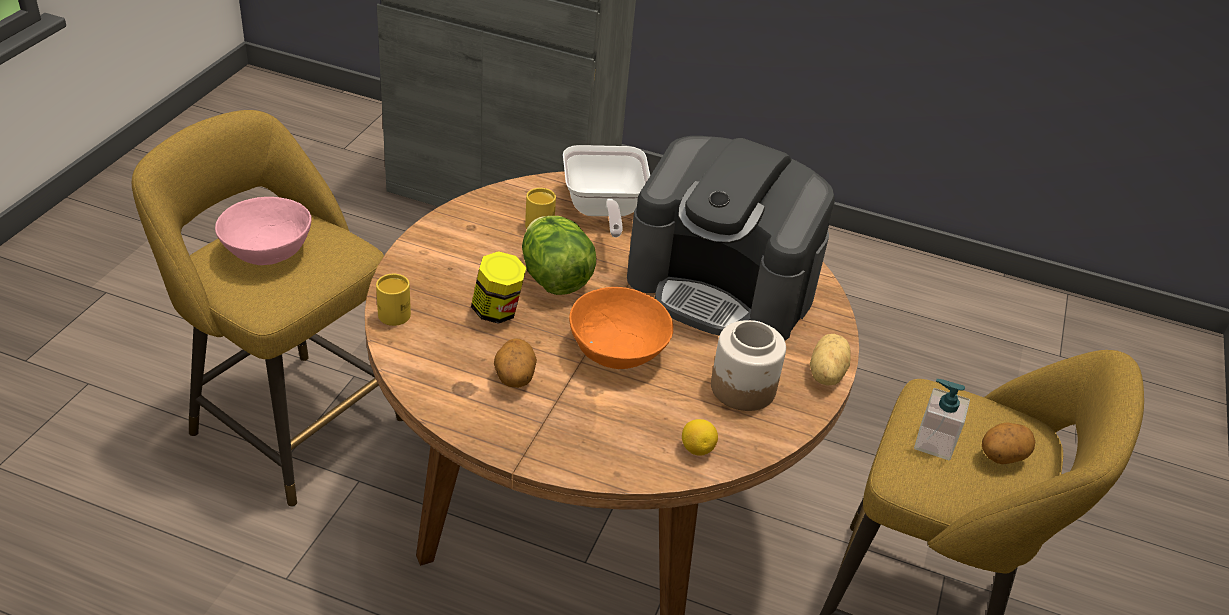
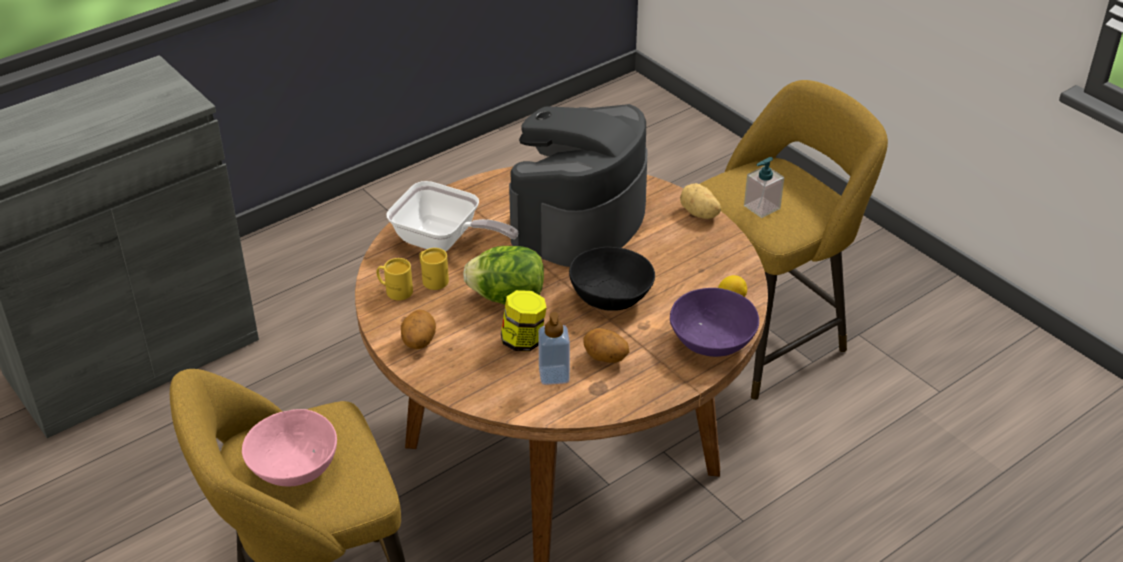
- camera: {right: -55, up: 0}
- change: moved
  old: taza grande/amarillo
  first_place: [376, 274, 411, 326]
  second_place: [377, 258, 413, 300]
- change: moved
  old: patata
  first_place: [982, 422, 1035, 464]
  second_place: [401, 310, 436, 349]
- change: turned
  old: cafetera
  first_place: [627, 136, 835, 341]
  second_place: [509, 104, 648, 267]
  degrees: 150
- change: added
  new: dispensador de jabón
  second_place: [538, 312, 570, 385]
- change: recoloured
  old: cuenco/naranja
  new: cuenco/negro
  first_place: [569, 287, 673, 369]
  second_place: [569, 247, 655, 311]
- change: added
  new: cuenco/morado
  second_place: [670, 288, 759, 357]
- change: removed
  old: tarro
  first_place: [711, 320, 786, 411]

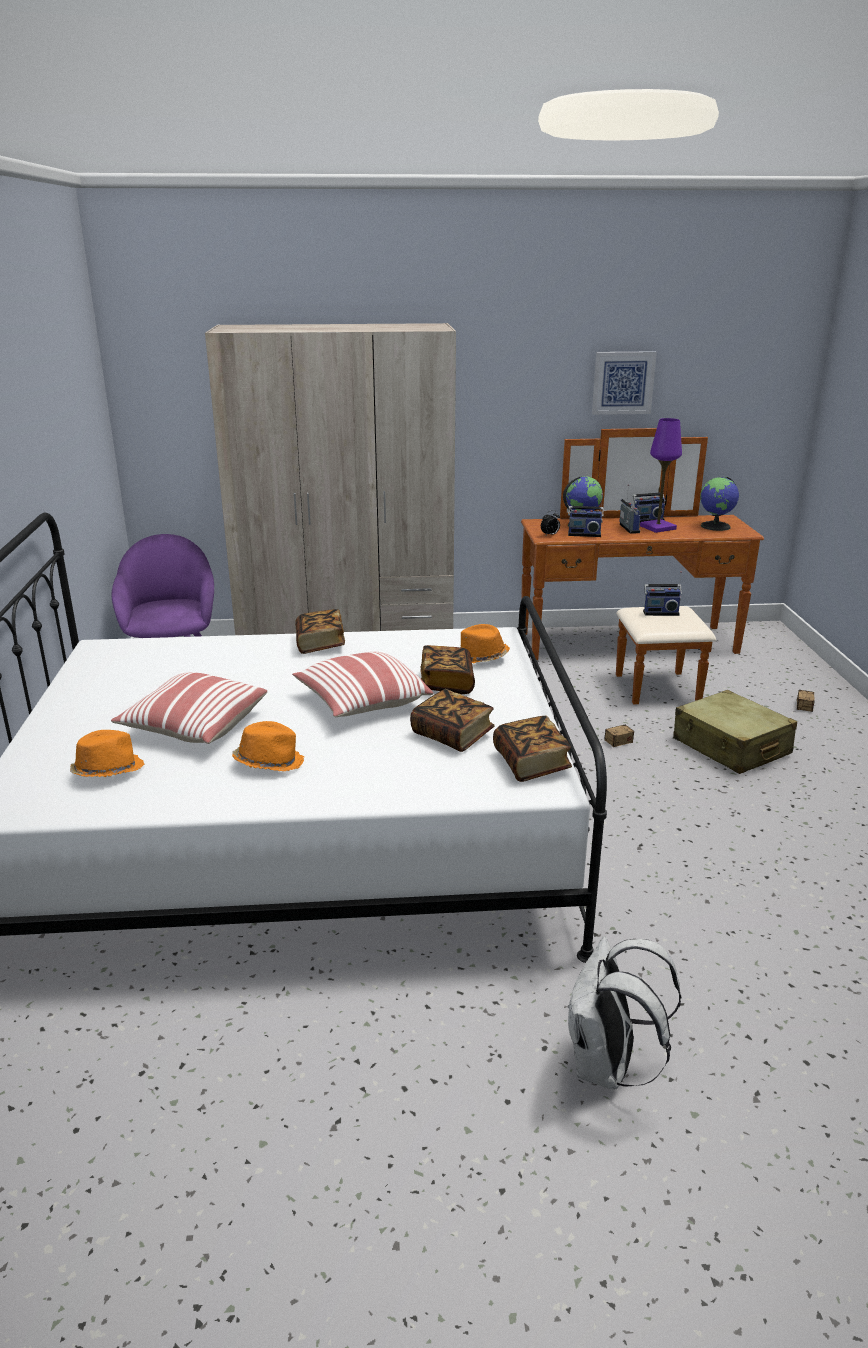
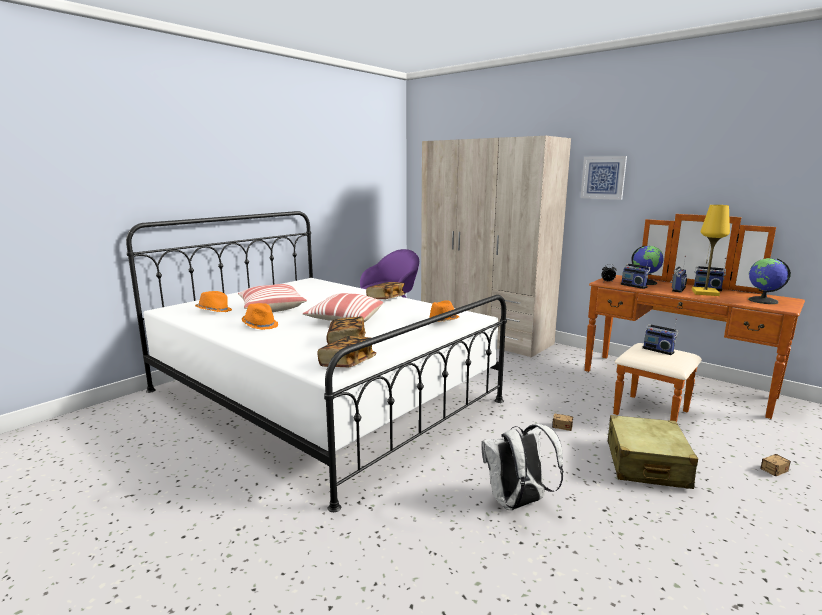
- camera: {right: 45, up: -10}
- change: moved
  old: mochila/blanco
  first_place: [567, 936, 682, 1090]
  second_place: [481, 424, 564, 510]
- change: moved
  old: cuadro
  first_place: [592, 351, 657, 415]
  second_place: [581, 156, 627, 200]
- change: recoloured
  old: lámpara de mesa/morado
  new: lámpara de mesa/amarillo
  first_place: [640, 418, 682, 533]
  second_place: [692, 205, 730, 296]
- change: removed
  old: libro
  first_place: [420, 645, 475, 694]

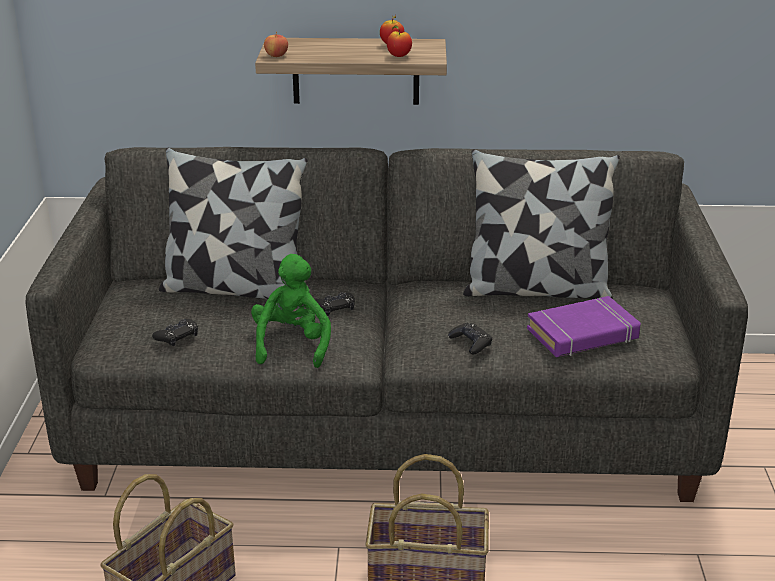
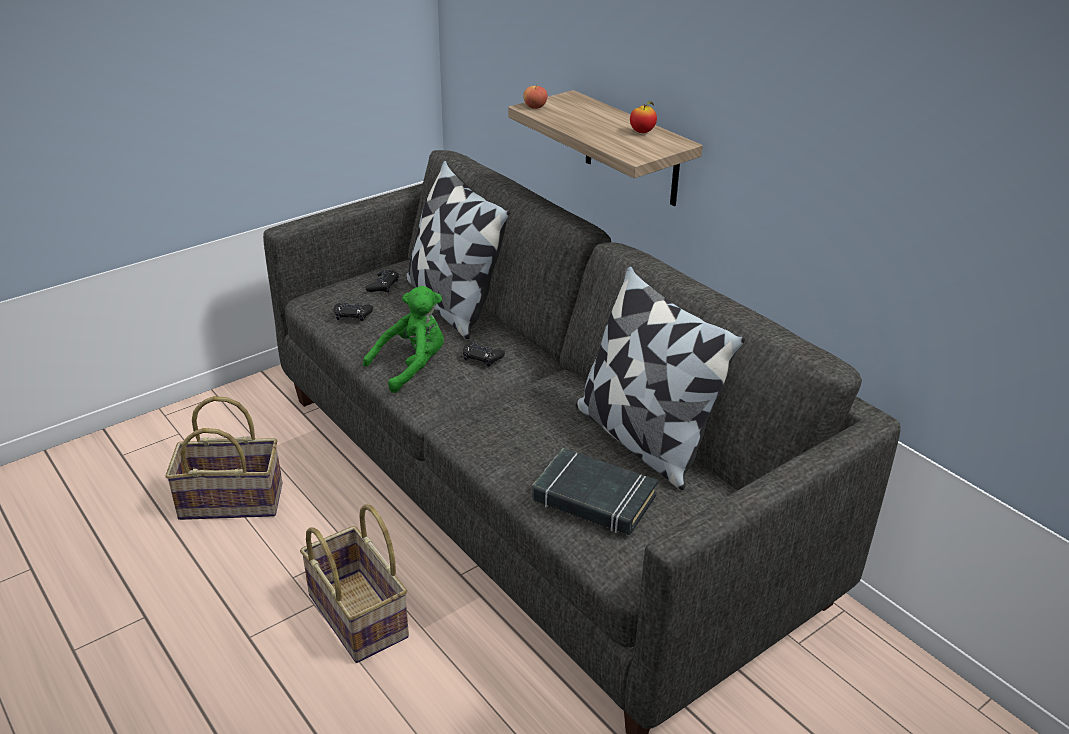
- camera: {right: 50, up: 5}
- change: moved
  old: mando de consola/negro
  first_place: [448, 323, 492, 355]
  second_place: [365, 270, 399, 293]
- change: recoloured
  old: libro/morado
  new: libro/negro
  first_place: [527, 296, 641, 357]
  second_place: [532, 448, 658, 535]
- change: removed
  old: manzana
  first_place: [387, 25, 412, 57]

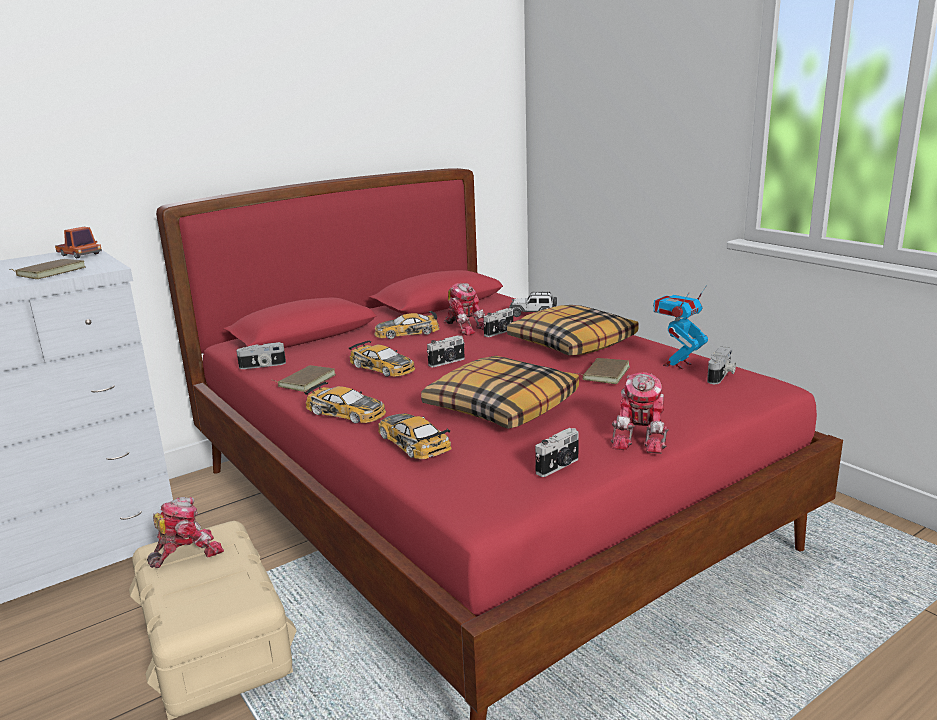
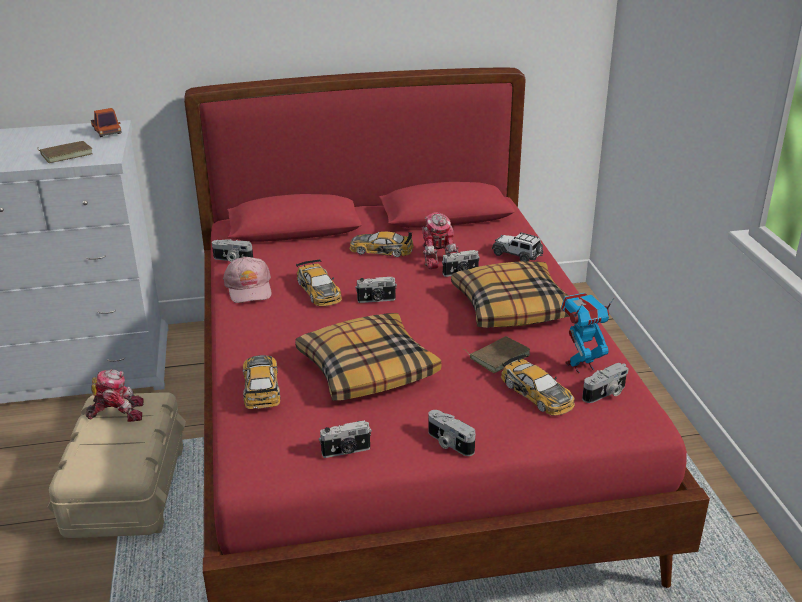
- camera: {right: 25, up: 10}
- change: replaced
  old: libro/marrón
  new: gorra/rosa
  first_place: [274, 365, 336, 392]
  second_place: [223, 257, 271, 303]
- change: replaced
  old: robot de juguete
  new: cámara
  first_place: [611, 372, 669, 454]
  second_place: [428, 410, 475, 456]
- change: moved
  old: coche de juguete
  first_place: [304, 382, 386, 423]
  second_place: [501, 354, 575, 416]

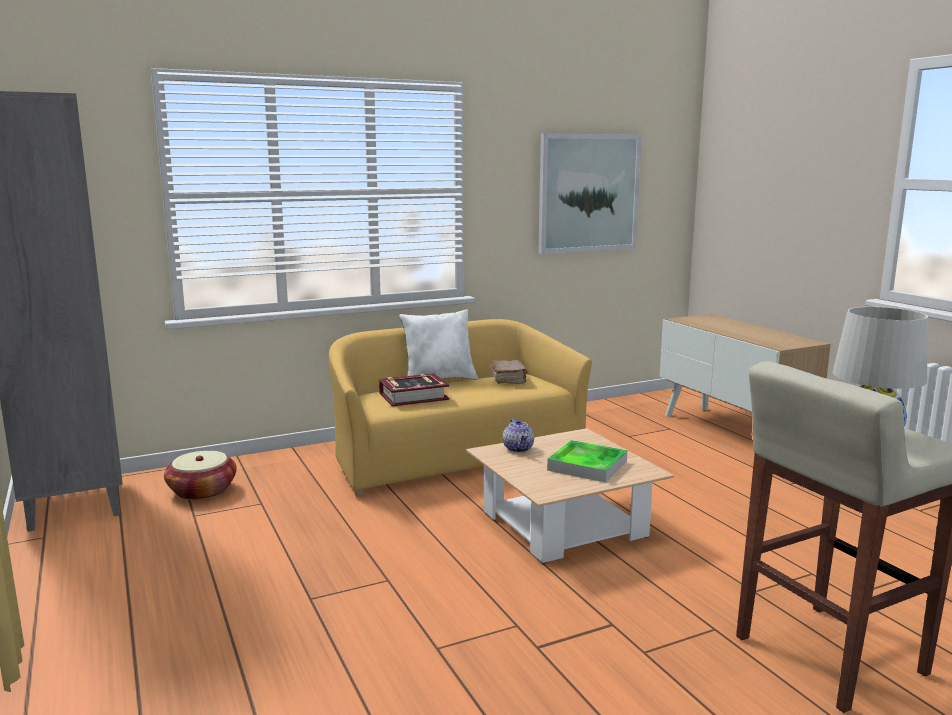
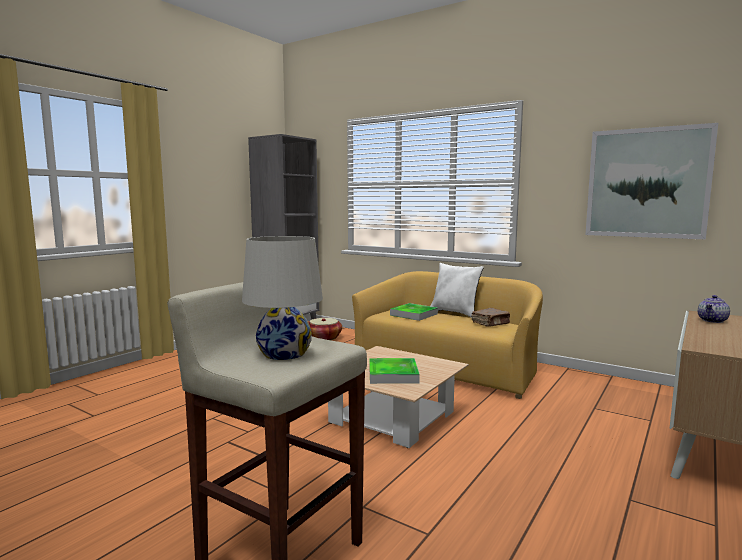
- camera: {right: 60, up: -5}
- change: replaced
  old: libro
  new: bandeja
  first_place: [379, 373, 449, 406]
  second_place: [390, 303, 438, 321]
- change: moved
  old: tetera
  first_place: [503, 419, 534, 453]
  second_place: [698, 295, 730, 323]

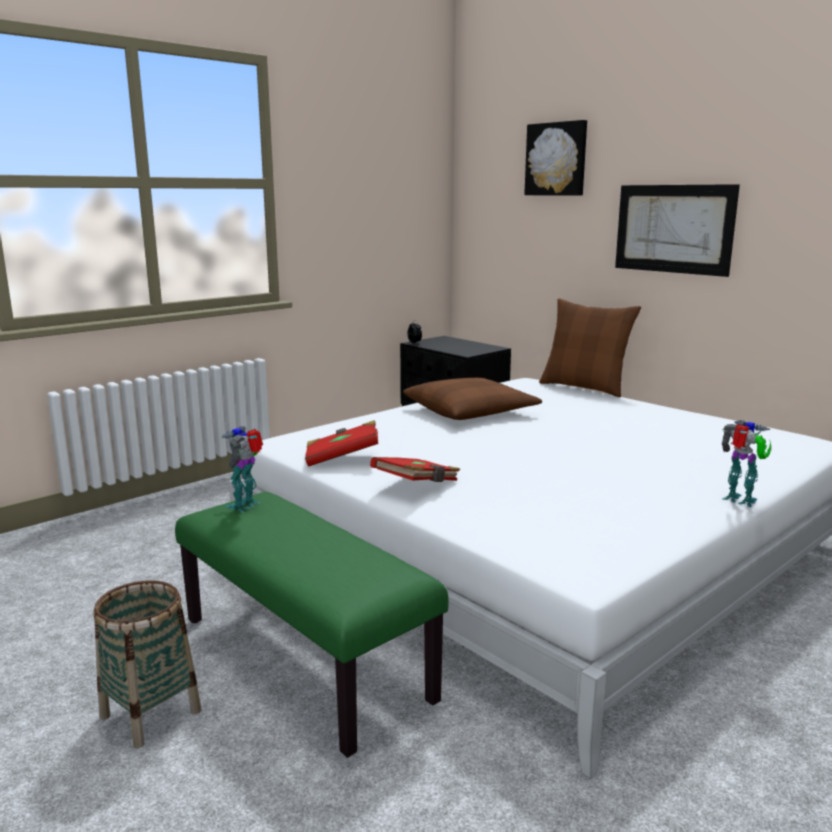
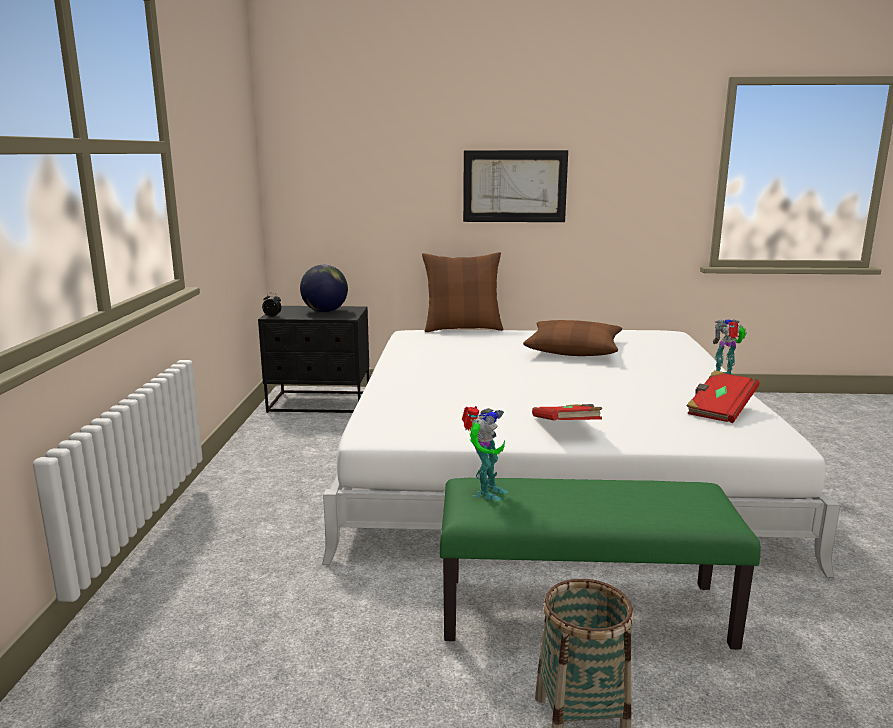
- camera: {right: -45, up: 0}
- change: added
  new: globo terráqueo
  second_place: [300, 265, 348, 312]
- change: turned
  old: robot de juguete
  first_place: [222, 426, 263, 513]
  second_place: [462, 406, 508, 501]
  degrees: -135
- change: moved
  old: cojín/marrón
  first_place: [403, 378, 542, 420]
  second_place: [523, 320, 622, 356]
- change: moved
  old: libro/rojo
  first_place: [305, 420, 378, 467]
  second_place: [686, 370, 759, 423]
- change: removed
  old: cuadro
  first_place: [524, 120, 587, 196]

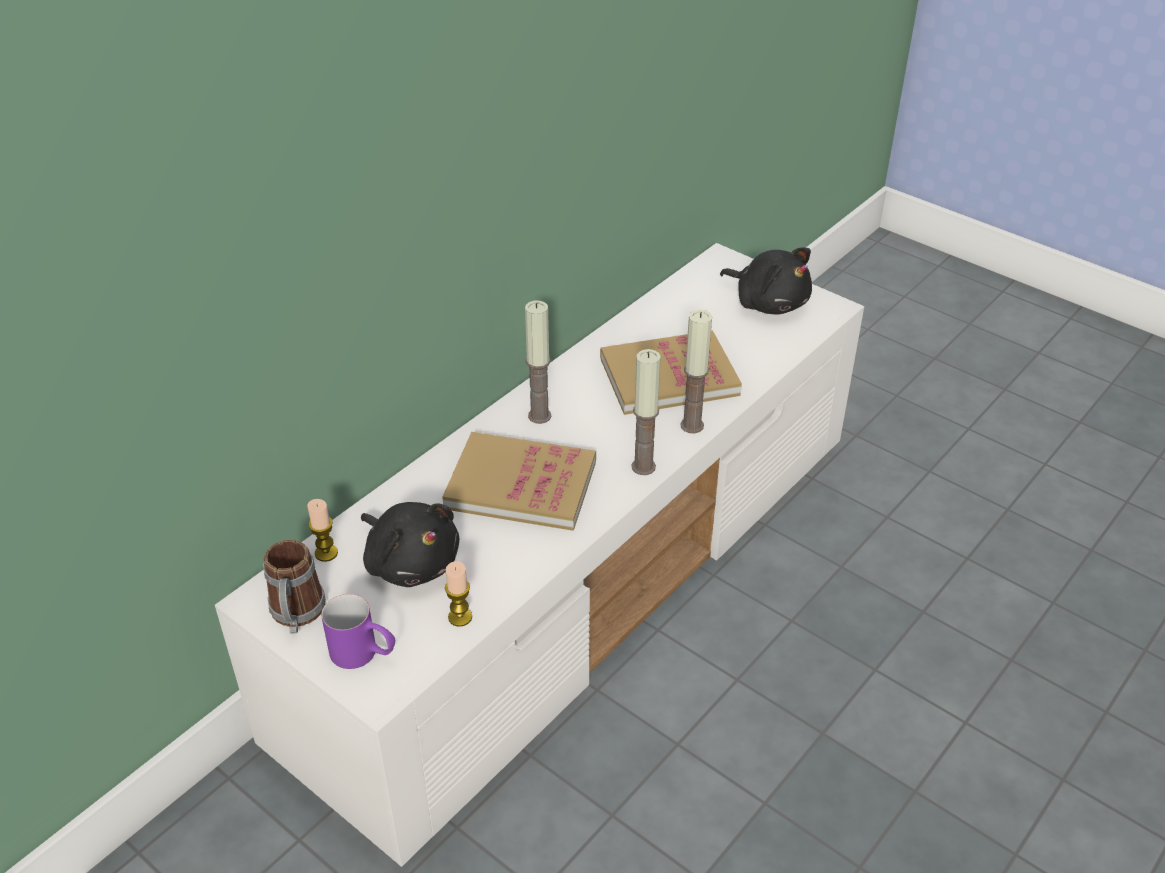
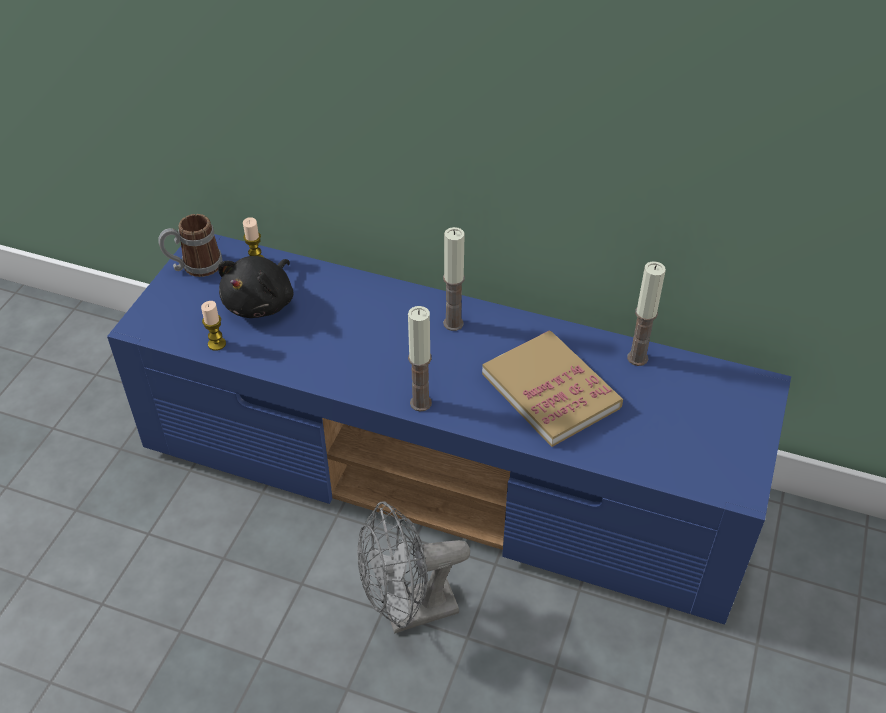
- camera: {right: 70, up: 5}
- change: recoloured
  old: mueble de televisión/blanco
  new: mueble de televisión/azul
  first_place: [215, 243, 864, 867]
  second_place: [107, 234, 791, 625]
- change: added
  new: ventilador/gris
  second_place: [357, 501, 470, 634]
- change: moved
  old: vela
  first_place: [681, 310, 712, 433]
  second_place: [627, 261, 666, 366]
- change: removed
  old: taza grande/morado
  first_place: [321, 594, 395, 669]
- change: removed
  old: libro
  first_place: [442, 432, 596, 531]
- change: removed
  old: peluche/negro
  first_place: [720, 248, 812, 314]

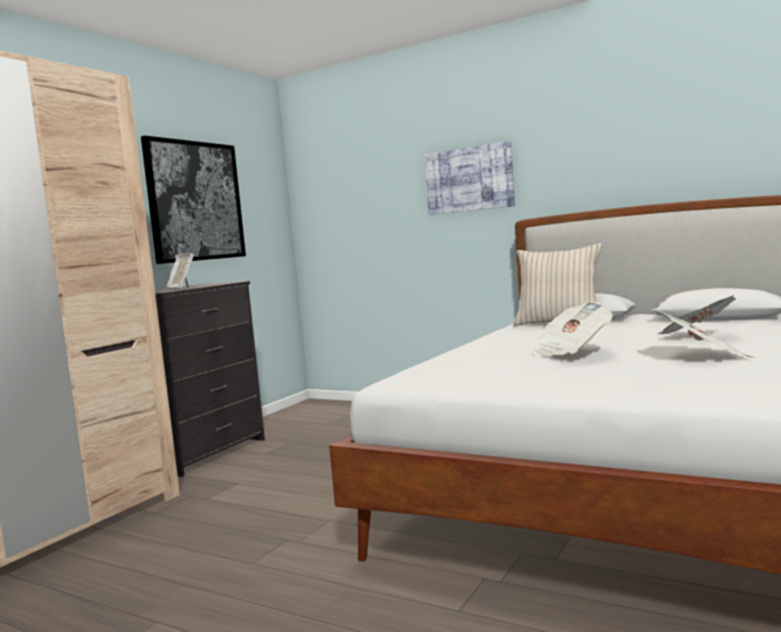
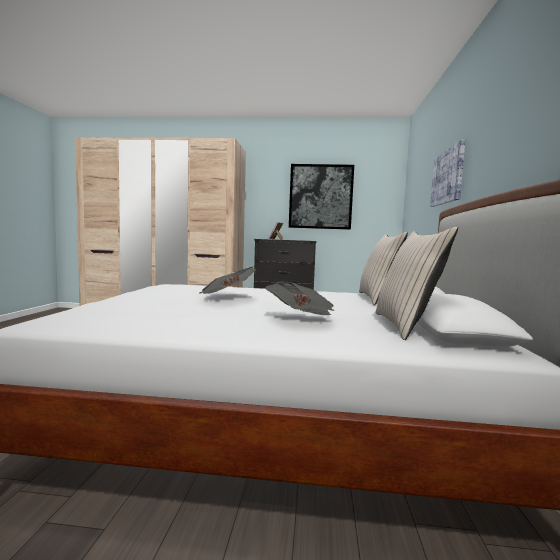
- camera: {right: 65, up: 0}
- change: added
  new: cojín/beis
  second_place: [375, 227, 458, 340]
- change: removed
  old: periódico
  first_place: [655, 310, 755, 358]

